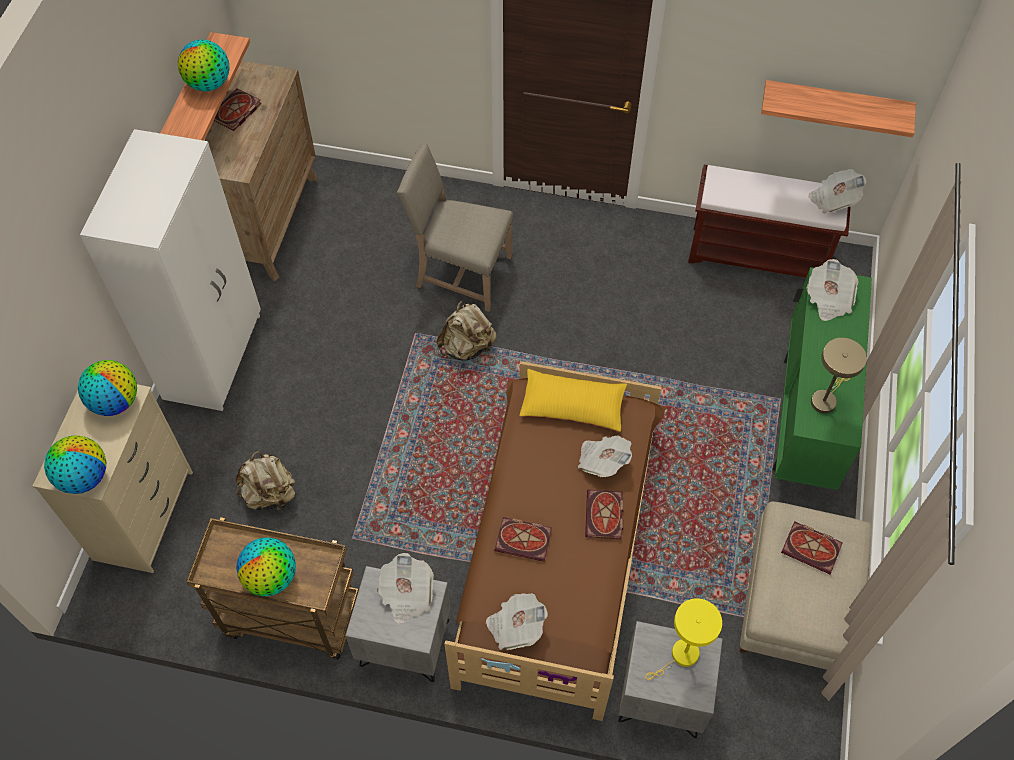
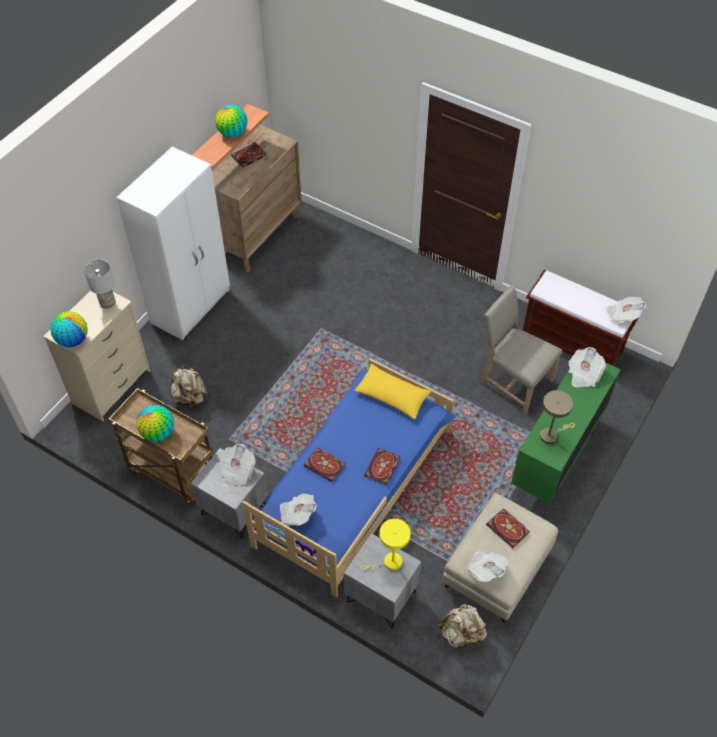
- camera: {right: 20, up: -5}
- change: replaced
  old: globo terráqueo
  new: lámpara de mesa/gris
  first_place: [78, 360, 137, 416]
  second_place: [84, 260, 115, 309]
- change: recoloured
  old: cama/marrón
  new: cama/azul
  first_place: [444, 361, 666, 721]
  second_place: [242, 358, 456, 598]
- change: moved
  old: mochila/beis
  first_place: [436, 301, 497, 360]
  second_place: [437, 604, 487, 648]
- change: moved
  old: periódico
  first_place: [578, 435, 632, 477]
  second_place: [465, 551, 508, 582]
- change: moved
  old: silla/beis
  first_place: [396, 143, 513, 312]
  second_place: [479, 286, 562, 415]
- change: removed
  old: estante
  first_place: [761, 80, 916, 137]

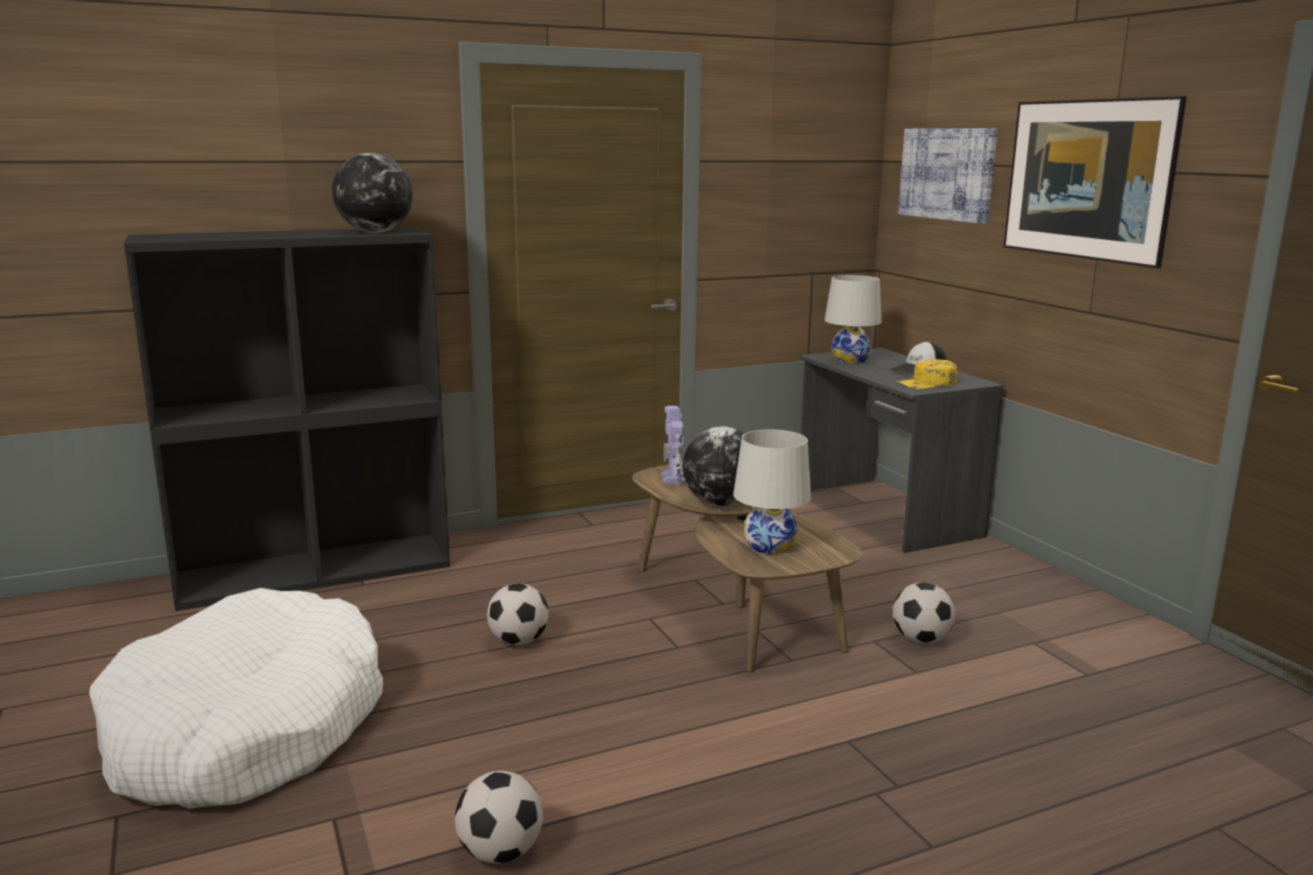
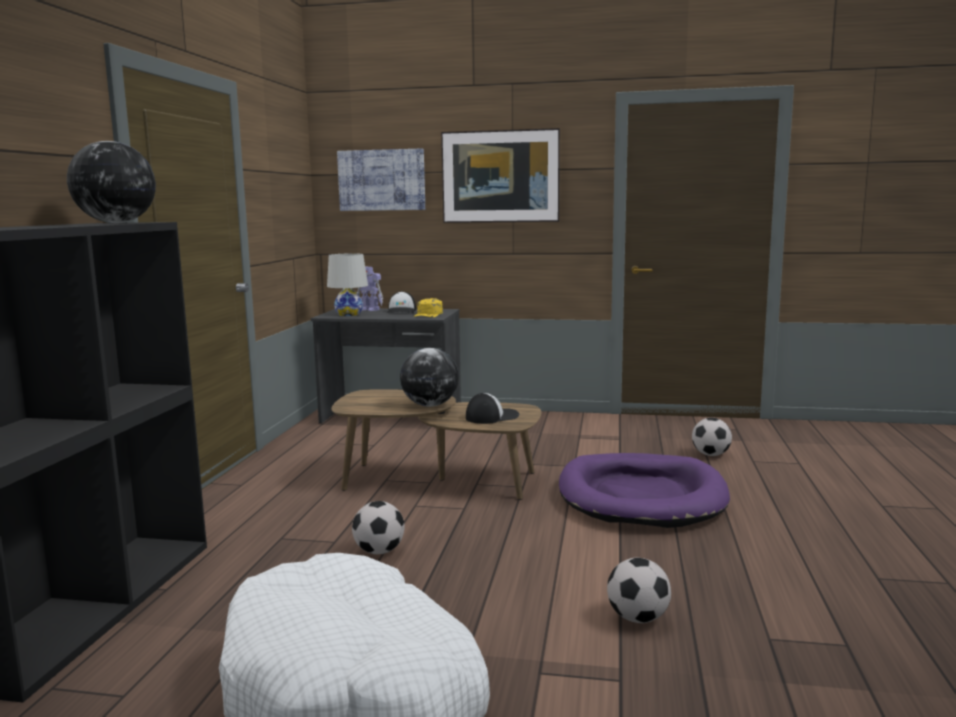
- camera: {right: -55, up: -5}
- change: moved
  old: robot de juguete
  first_place: [661, 406, 686, 484]
  second_place: [357, 267, 383, 311]
- change: replaced
  old: lámpara de mesa/blanco
  new: gorra
  first_place: [733, 430, 811, 554]
  second_place: [466, 393, 519, 424]
- change: added
  new: cama para perro/morado
  second_place: [559, 453, 730, 528]
- change: moved
  old: balón de fútbol
  first_place: [893, 582, 955, 644]
  second_place: [692, 418, 732, 456]

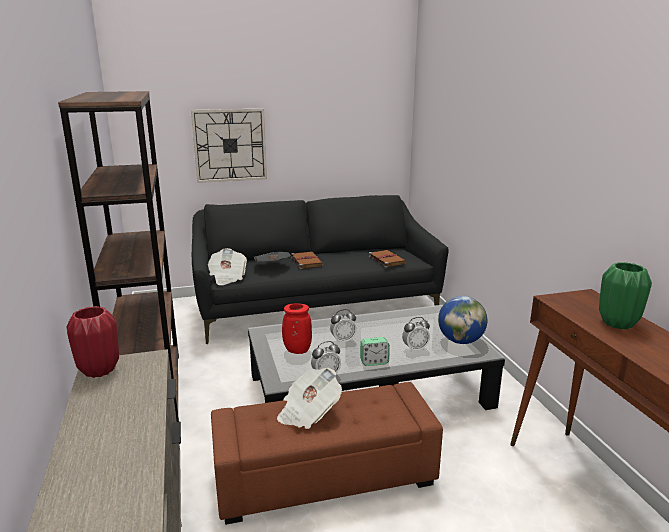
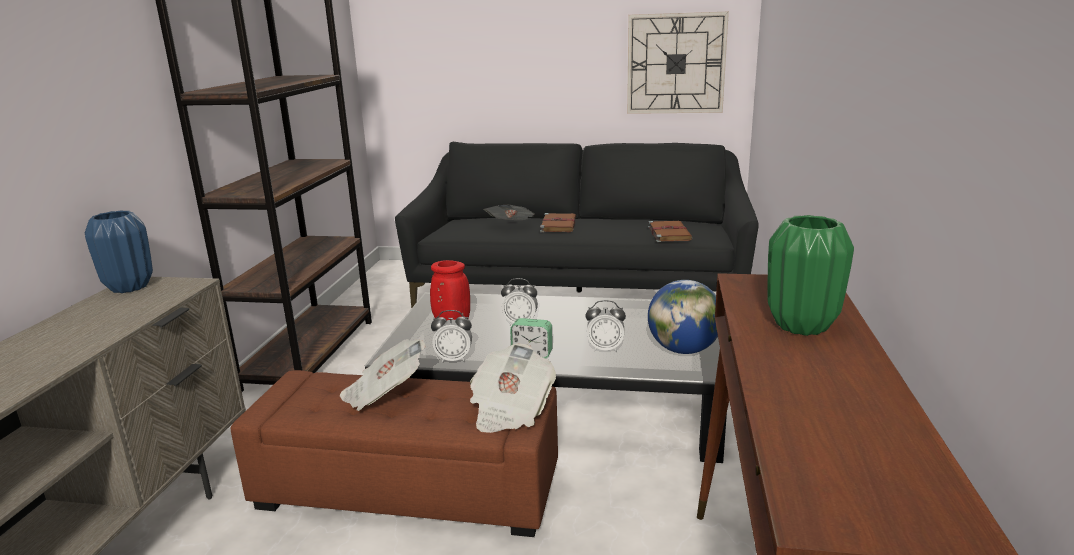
- camera: {right: 25, up: 0}
- change: recoloured
  old: florero/rojo
  new: florero/azul
  first_place: [67, 306, 119, 378]
  second_place: [85, 210, 153, 293]
- change: moved
  old: periódico
  first_place: [208, 248, 247, 285]
  second_place: [470, 343, 556, 433]
- change: moved
  old: reloj de pared
  first_place: [191, 108, 267, 183]
  second_place: [627, 12, 729, 114]

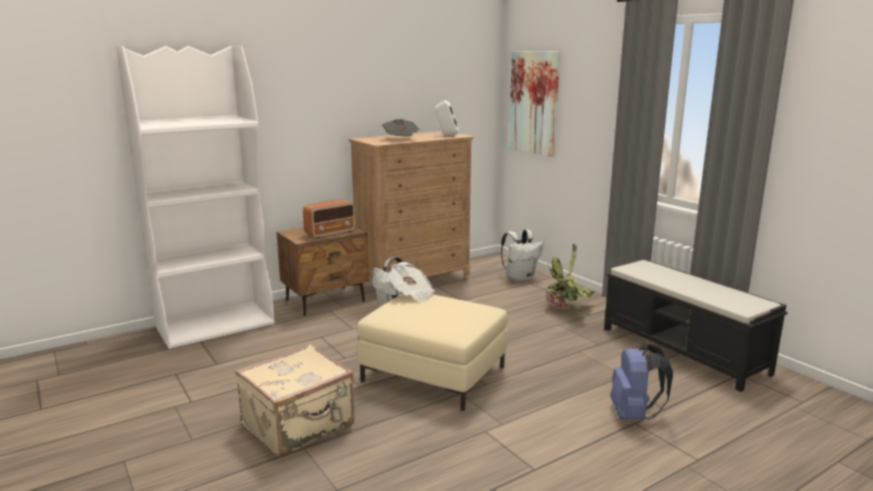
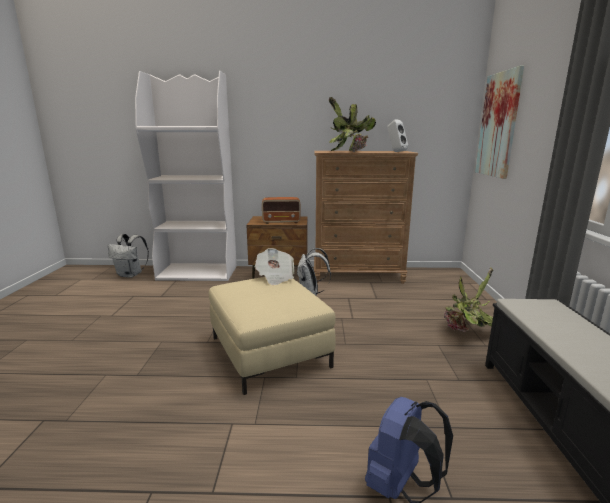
- camera: {right: 35, up: 0}
- change: moved
  old: mochila/blanco
  first_place: [501, 229, 543, 282]
  second_place: [108, 234, 149, 278]
- change: replaced
  old: periódico
  new: planta en maceta
  first_place: [382, 119, 419, 137]
  second_place: [329, 97, 376, 152]
- change: removed
  old: maleta/beis
  first_place: [235, 345, 354, 457]

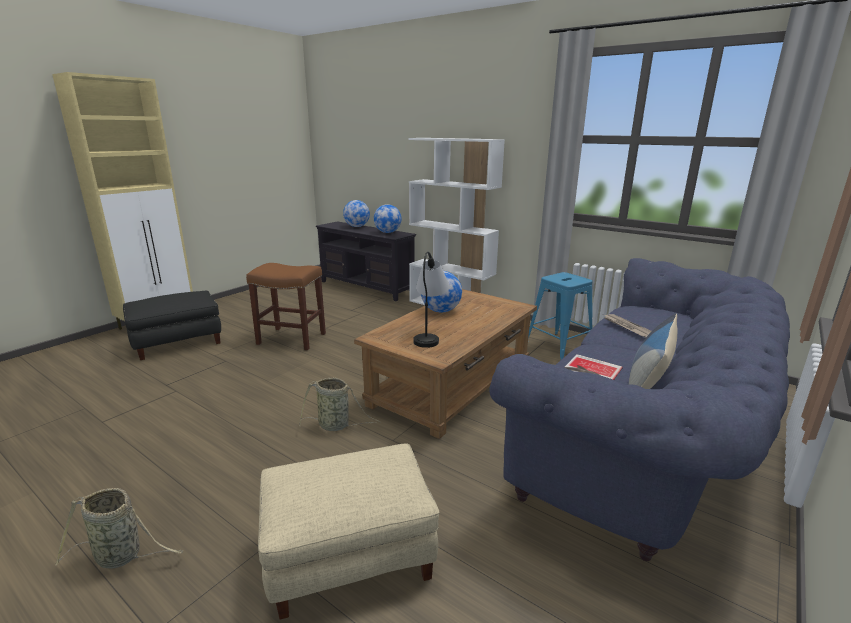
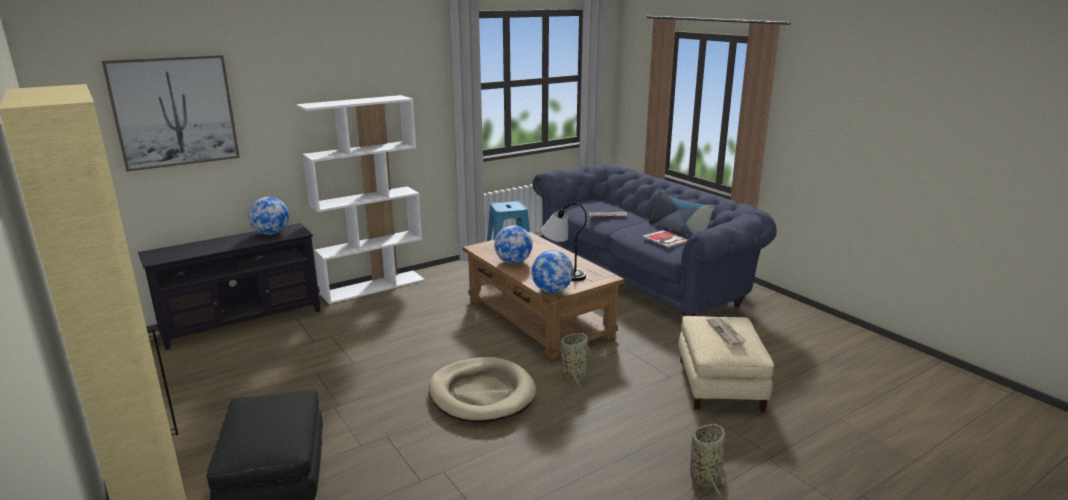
- camera: {right: -70, up: 0}
- change: added
  new: cuadro
  second_place: [102, 55, 240, 172]
- change: added
  new: cama para perro/beis
  second_place: [429, 357, 537, 422]
- change: moved
  old: globo terráqueo
  first_place: [343, 200, 370, 227]
  second_place: [531, 250, 574, 293]
- change: added
  new: periódico
  second_place: [707, 318, 746, 346]
- change: removed
  old: taburete/marrón
  first_place: [246, 263, 326, 350]

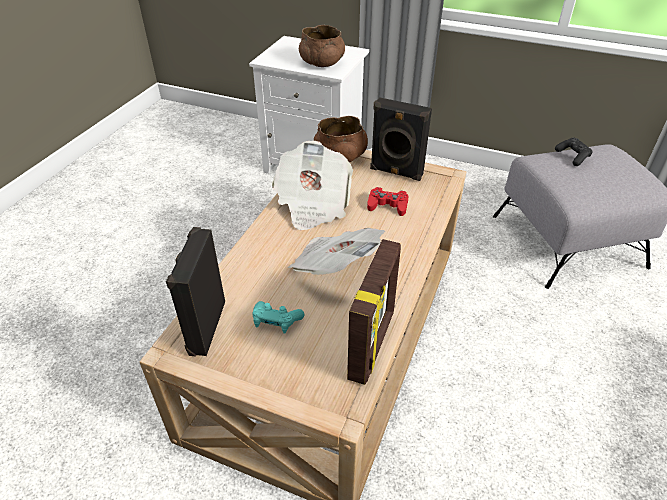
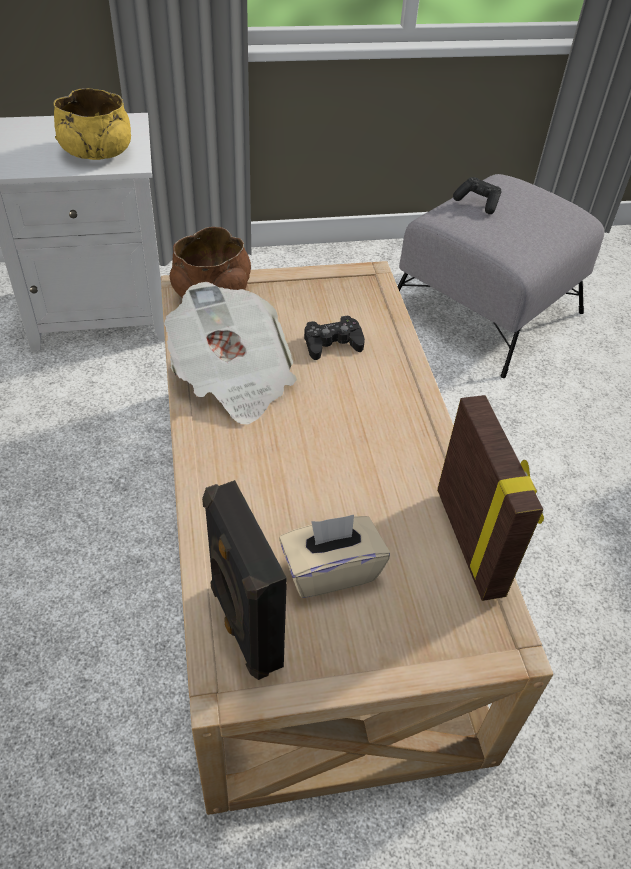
- camera: {right: -35, up: 5}
- change: recoloured
  old: cuenco/marrón
  new: cuenco/amarillo
  first_place: [299, 25, 345, 67]
  second_place: [54, 88, 131, 160]
- change: replaced
  old: mando de consola/turquesa
  new: caja de pañuelos/beis
  first_place: [252, 301, 304, 334]
  second_place: [279, 515, 390, 598]
- change: recoloured
  old: mando de consola/rojo
  new: mando de consola/negro
  first_place: [367, 187, 409, 216]
  second_place: [304, 315, 365, 360]
- change: removed
  old: periódico
  first_place: [288, 228, 385, 275]
- change: removed
  old: altavoz/negro
  first_place: [370, 97, 432, 181]

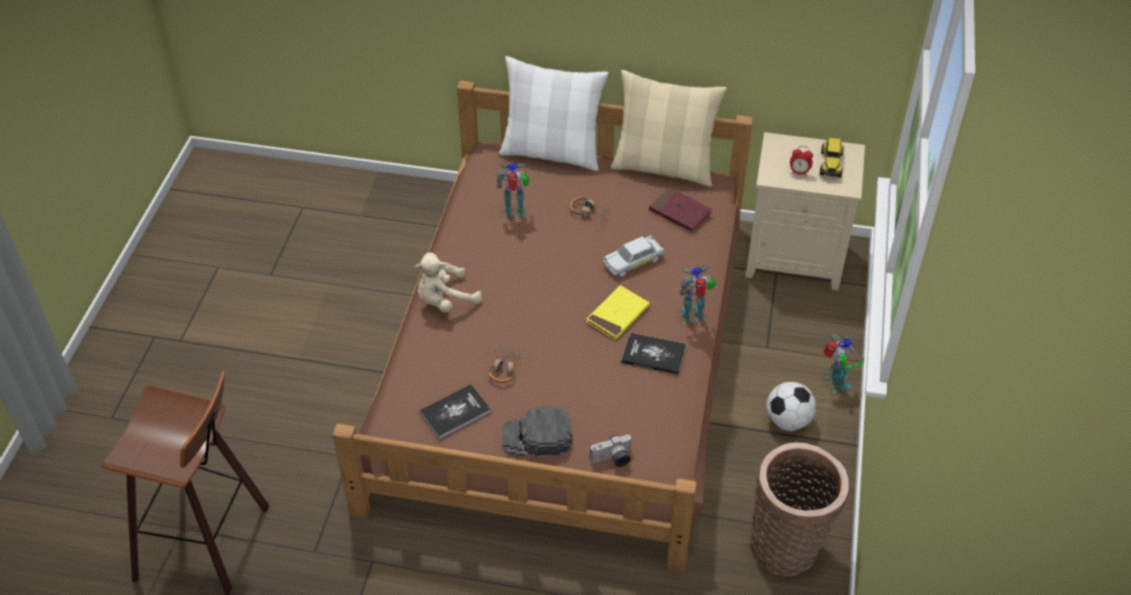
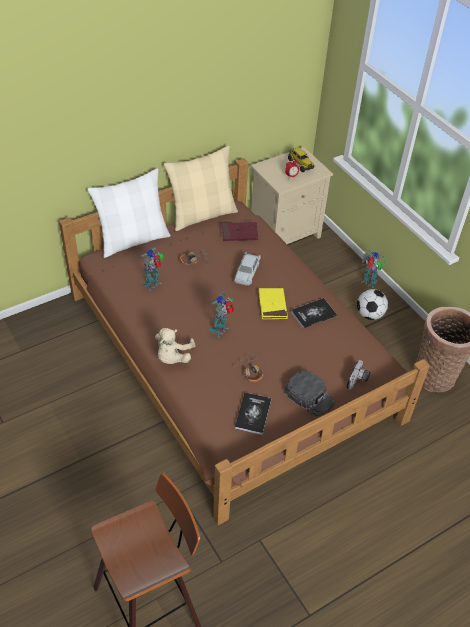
- camera: {right: -45, up: 0}
- change: moved
  old: robot de juguete
  first_place: [680, 266, 716, 324]
  second_place: [209, 293, 234, 338]
- change: turned
  old: gorra/negro
  first_place: [502, 406, 572, 457]
  second_place: [285, 370, 335, 417]
  degrees: -90

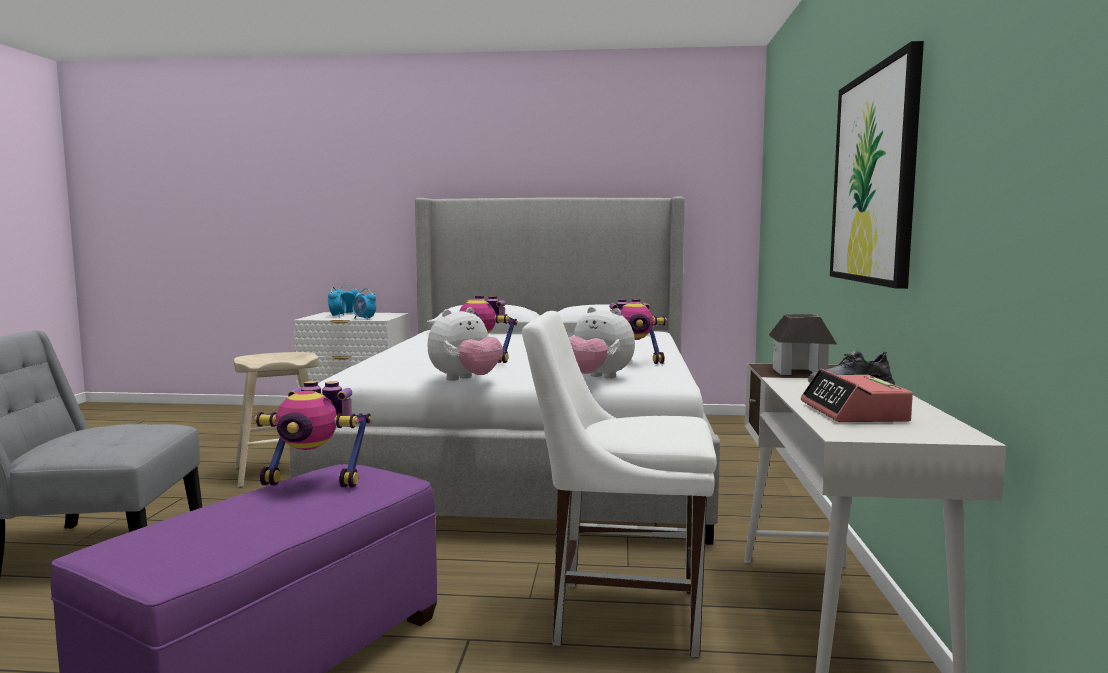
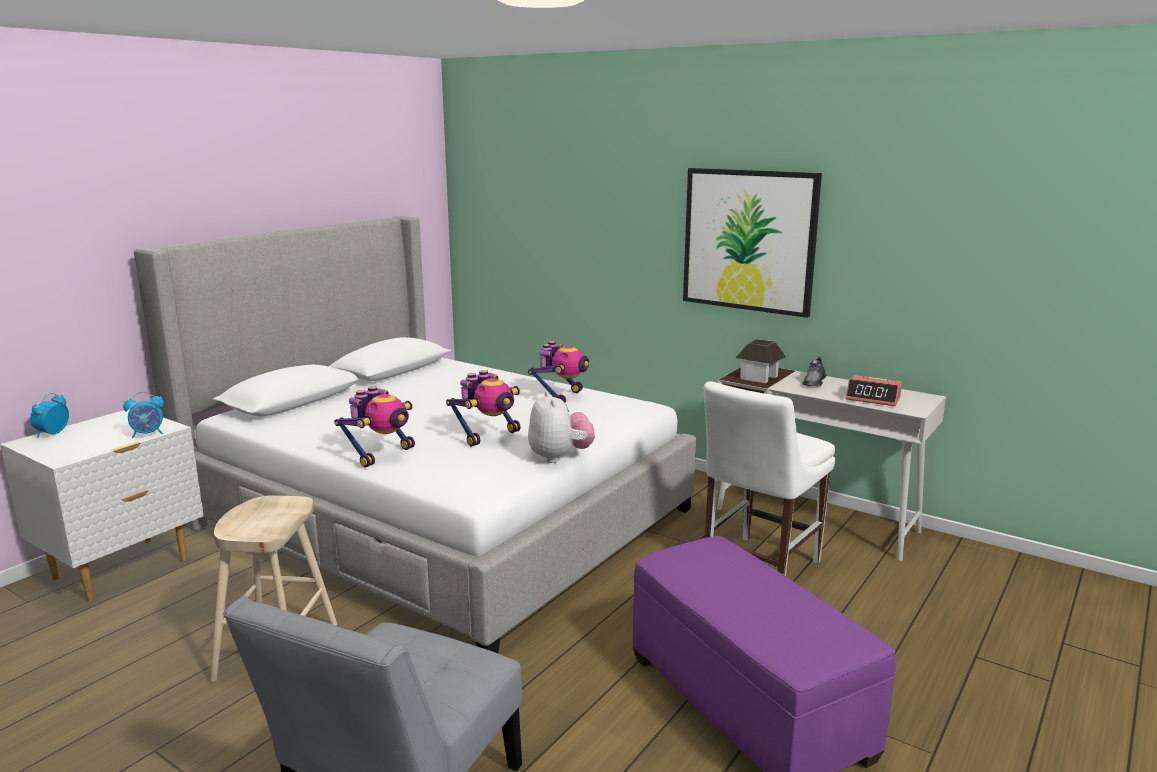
- camera: {right: -60, up: 10}
- change: moved
  old: robot de juguete
  first_place: [254, 381, 372, 487]
  second_place: [334, 386, 415, 468]
- change: removed
  old: despertador
  first_place: [328, 287, 346, 317]
- change: removed
  old: peluche
  first_place: [568, 307, 635, 379]

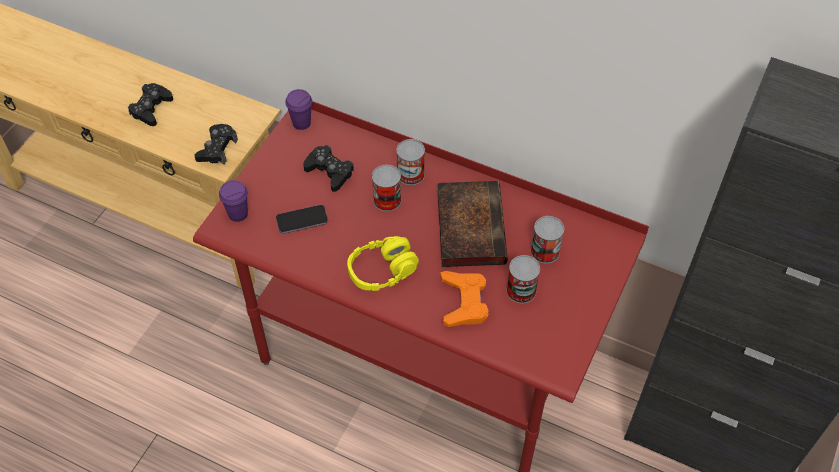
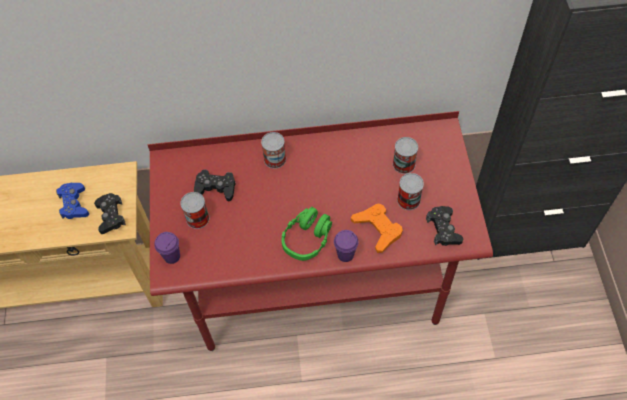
- camera: {right: -30, up: 5}
- change: added
  new: mando de consola/azul
  second_place: [56, 183, 89, 219]
- change: moved
  old: lata
  first_place: [372, 165, 401, 211]
  second_place: [180, 192, 210, 229]
- change: recoloured
  old: auriculares/amarillo
  new: auriculares/verde
  first_place: [347, 236, 419, 291]
  second_place: [281, 207, 332, 261]
- change: moved
  old: taza/morado
  first_place: [285, 89, 312, 130]
  second_place: [334, 230, 359, 262]
- change: moved
  old: mando de consola/negro
  first_place: [128, 83, 173, 126]
  second_place: [426, 206, 463, 246]
- change: removed
  old: móvil
  first_place: [276, 205, 328, 234]
- change: removed
  old: libro
  first_place: [438, 181, 508, 267]

